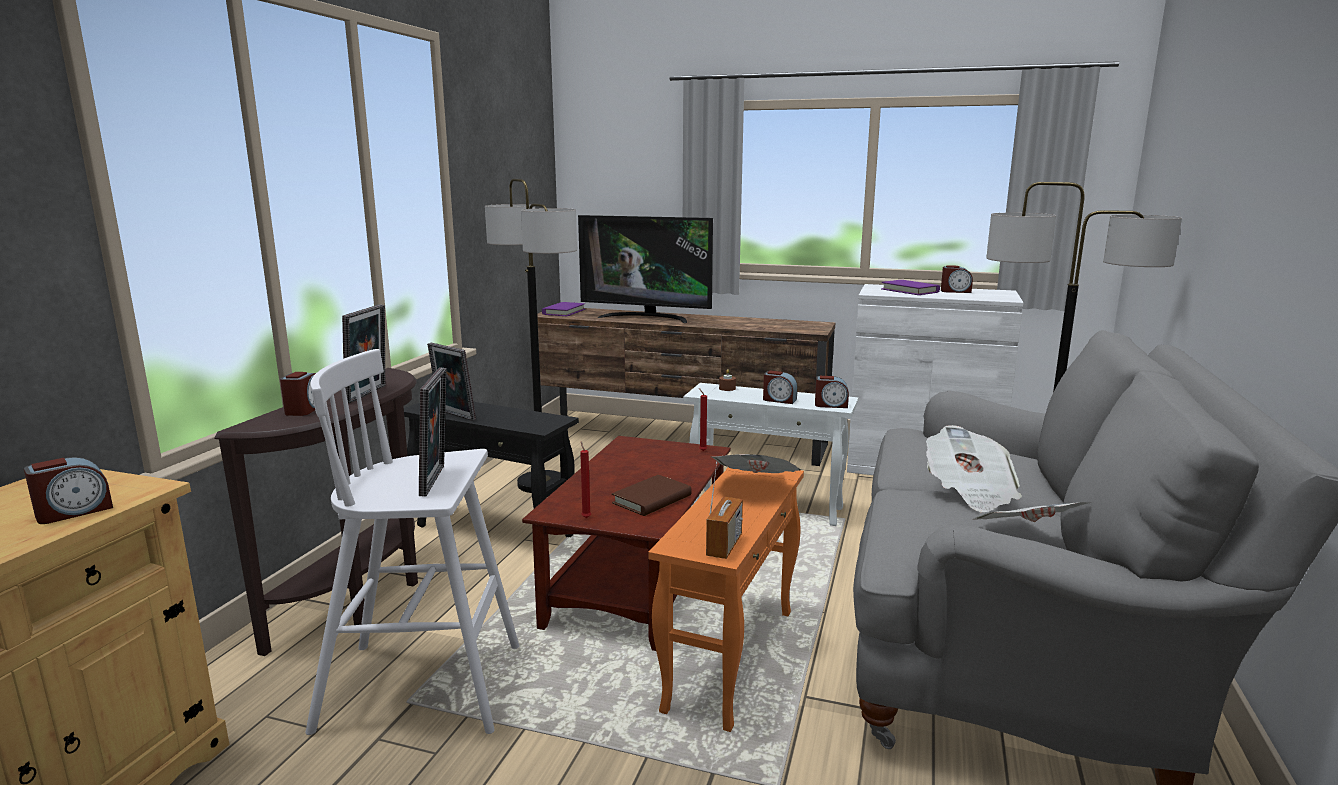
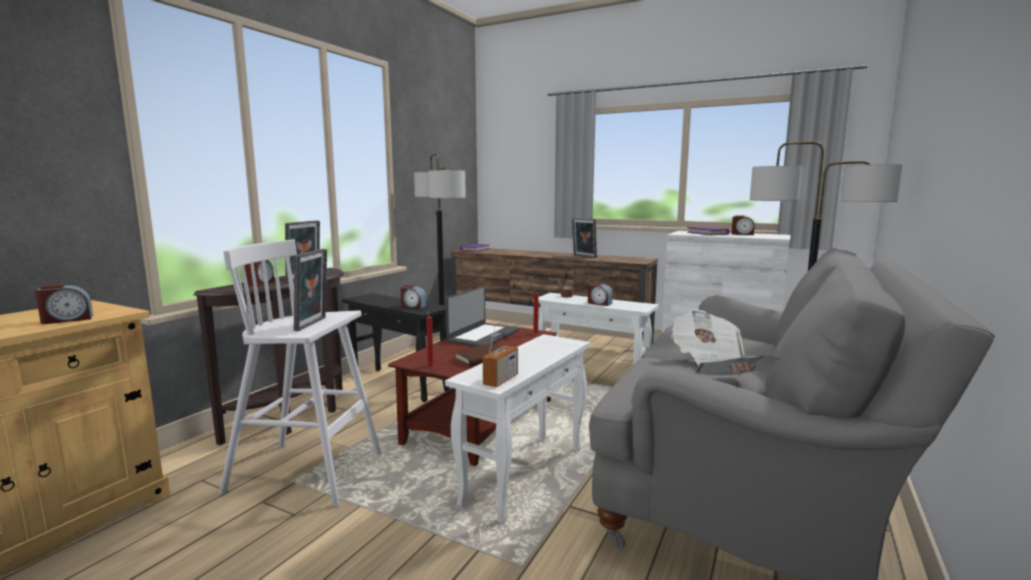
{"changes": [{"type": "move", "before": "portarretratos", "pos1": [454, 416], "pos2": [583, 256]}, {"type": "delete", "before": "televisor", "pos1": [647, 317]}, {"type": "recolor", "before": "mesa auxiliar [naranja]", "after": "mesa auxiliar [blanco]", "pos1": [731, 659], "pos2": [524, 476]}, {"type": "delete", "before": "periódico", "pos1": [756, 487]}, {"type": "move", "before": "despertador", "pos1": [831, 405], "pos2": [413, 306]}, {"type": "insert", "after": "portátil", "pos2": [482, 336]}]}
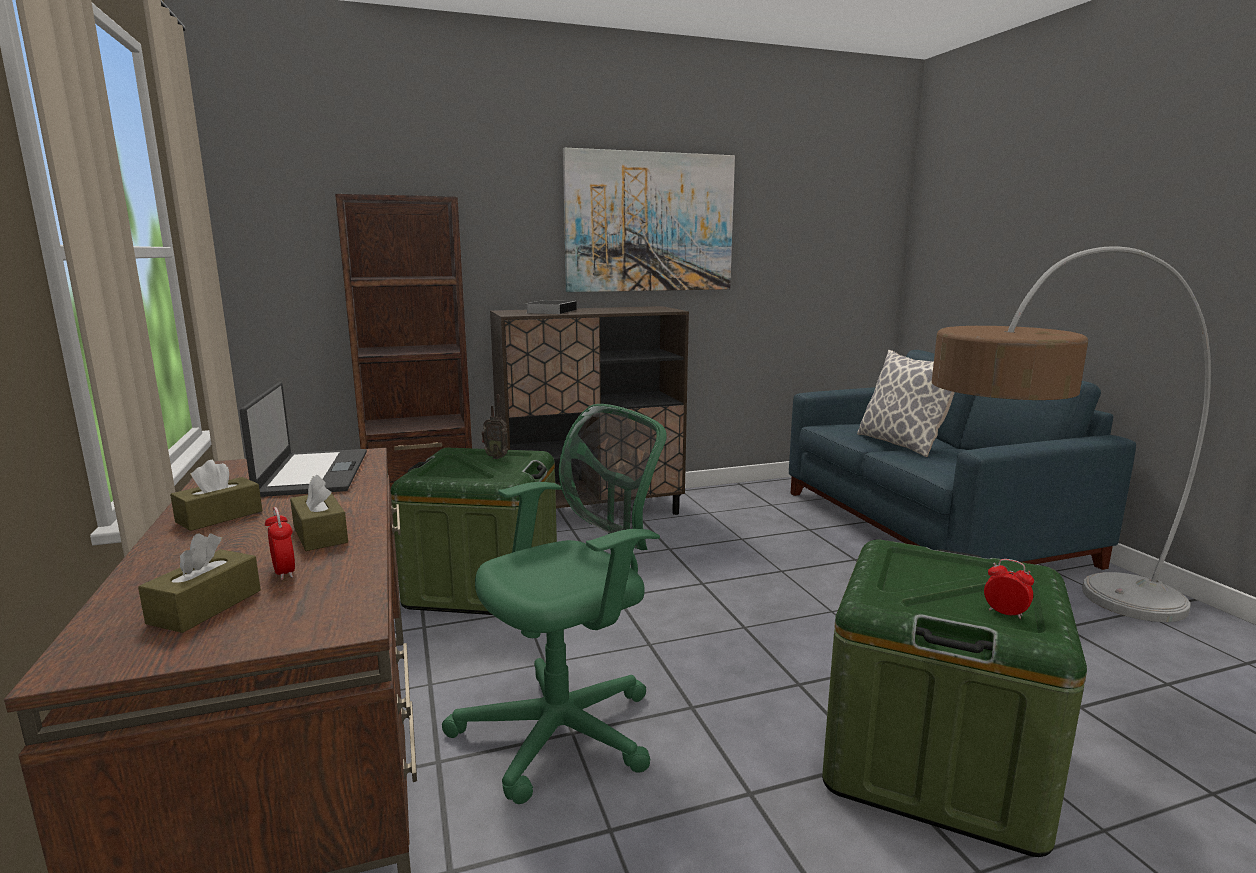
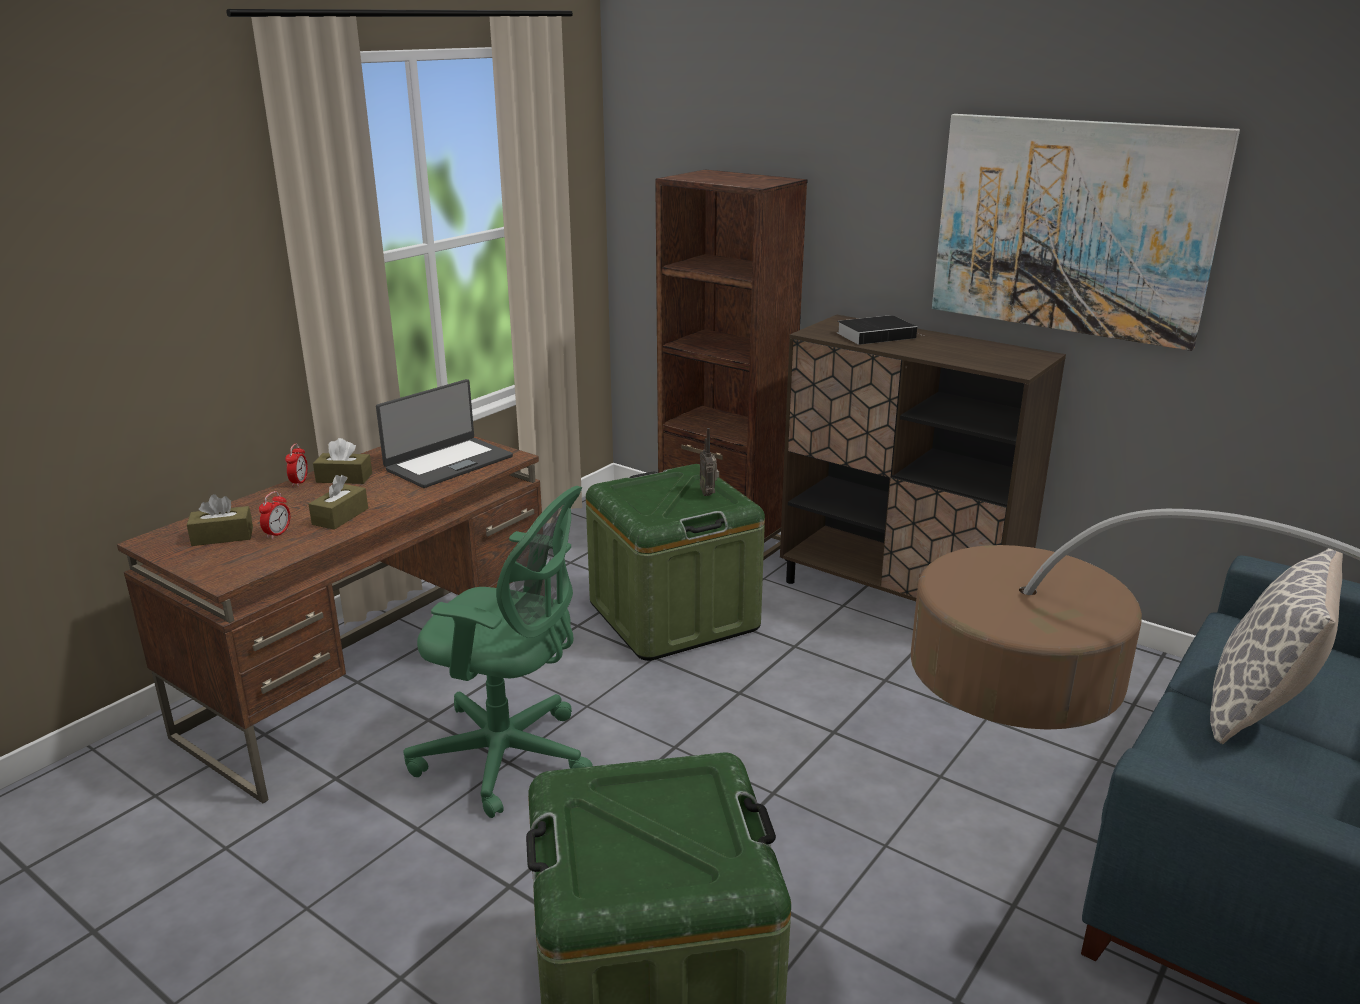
{"changes": [{"type": "move", "before": "despertador", "pos1": [1005, 613], "pos2": [299, 482]}]}
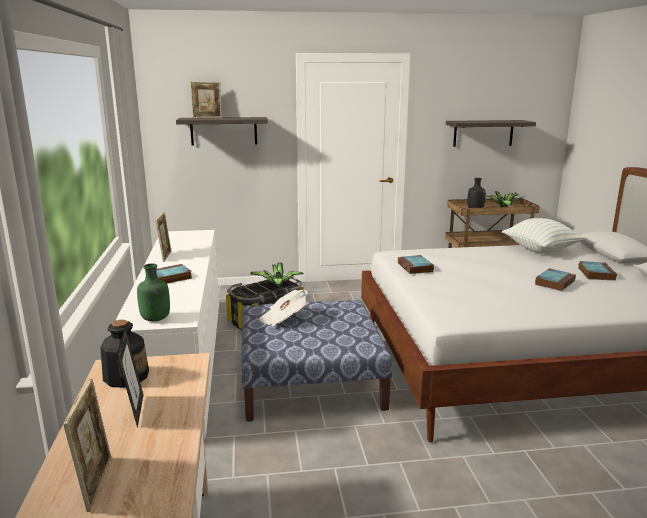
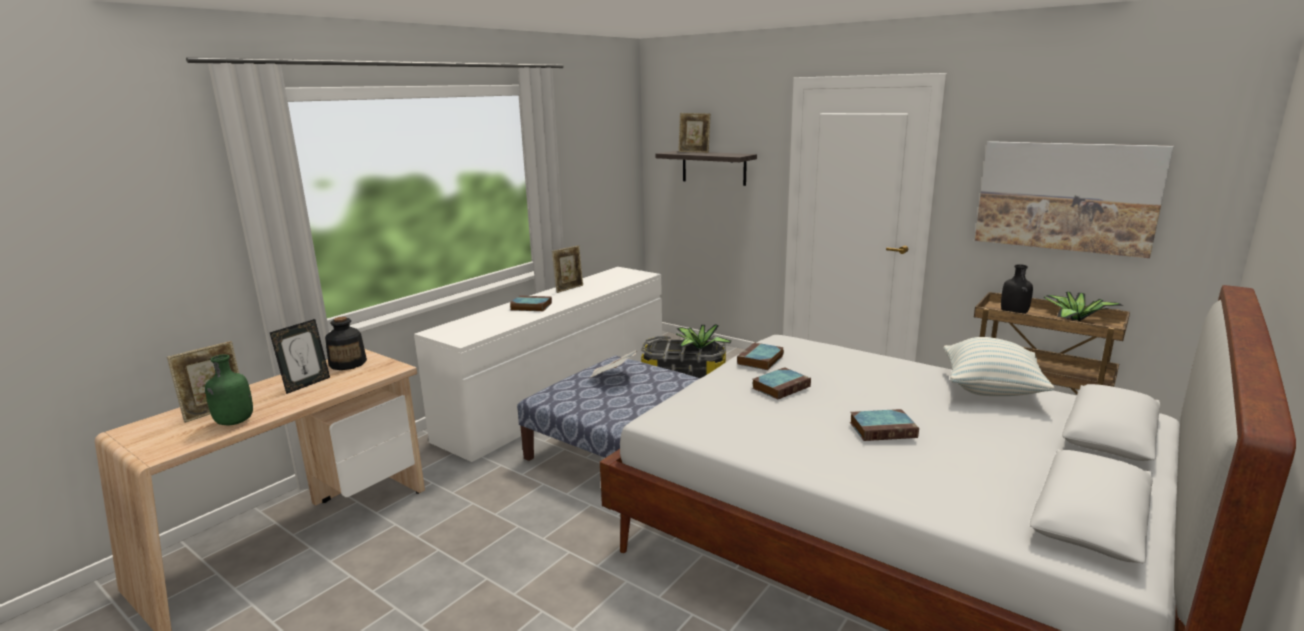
{"changes": [{"type": "move", "before": "botella [verde]", "pos1": [155, 319], "pos2": [234, 422]}, {"type": "replace", "before": "estante", "after": "cuadro", "pos1": [483, 133], "pos2": [1066, 196]}, {"type": "move", "before": "libro", "pos1": [595, 273], "pos2": [781, 387]}]}
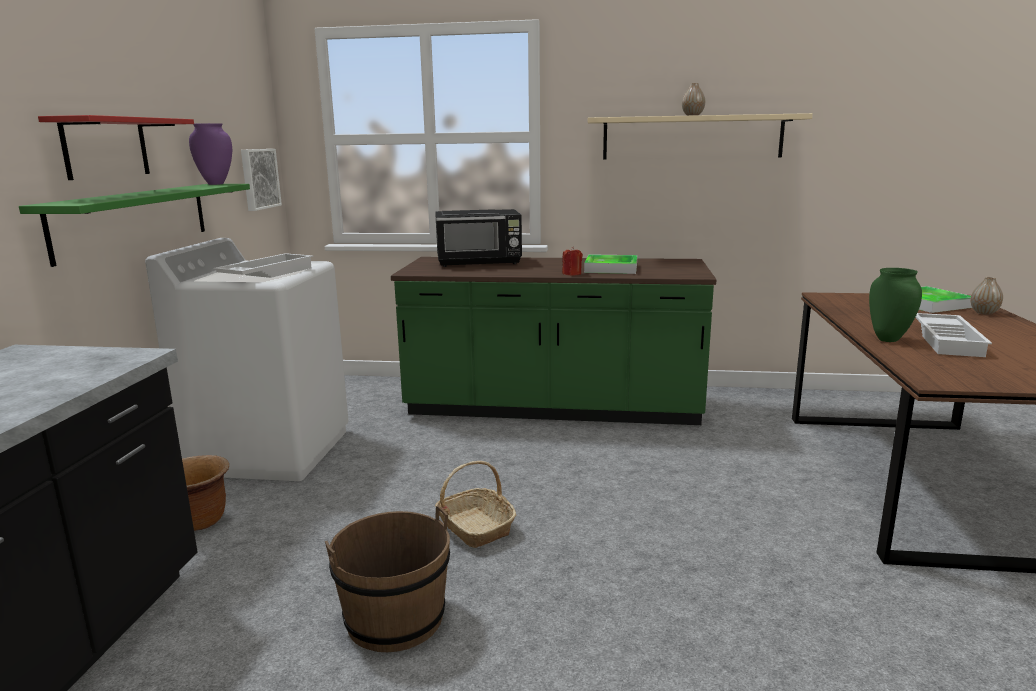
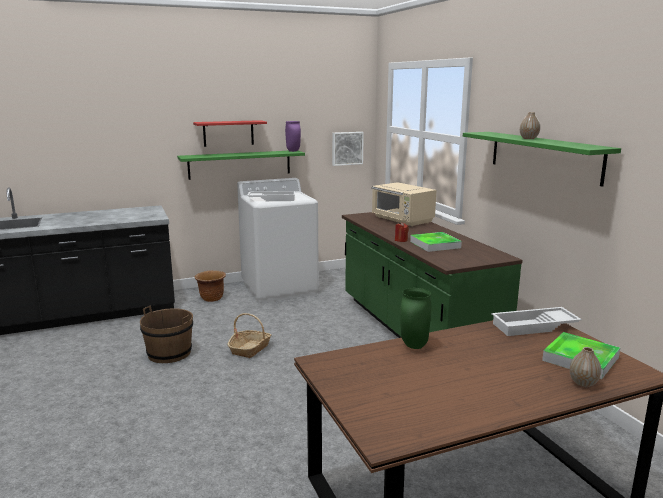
{"changes": [{"type": "recolor", "before": "microondas [negro]", "after": "microondas [beis]", "pos1": [479, 262], "pos2": [402, 220]}, {"type": "recolor", "before": "estante [beis]", "after": "estante [verde]", "pos1": [692, 137], "pos2": [543, 156]}, {"type": "move", "before": "bandeja [blanco]", "pos1": [949, 341], "pos2": [534, 327]}]}
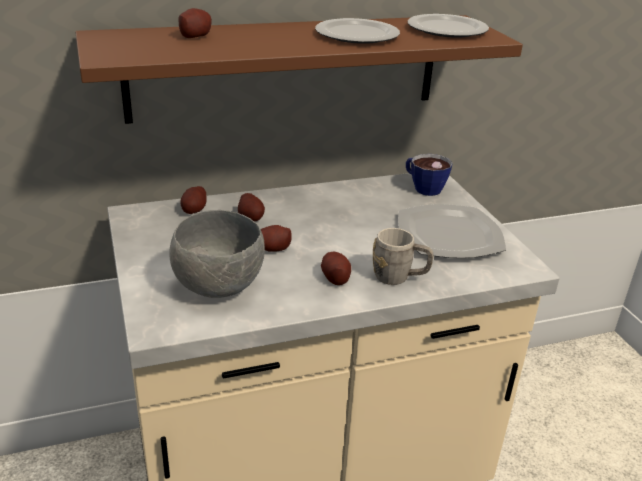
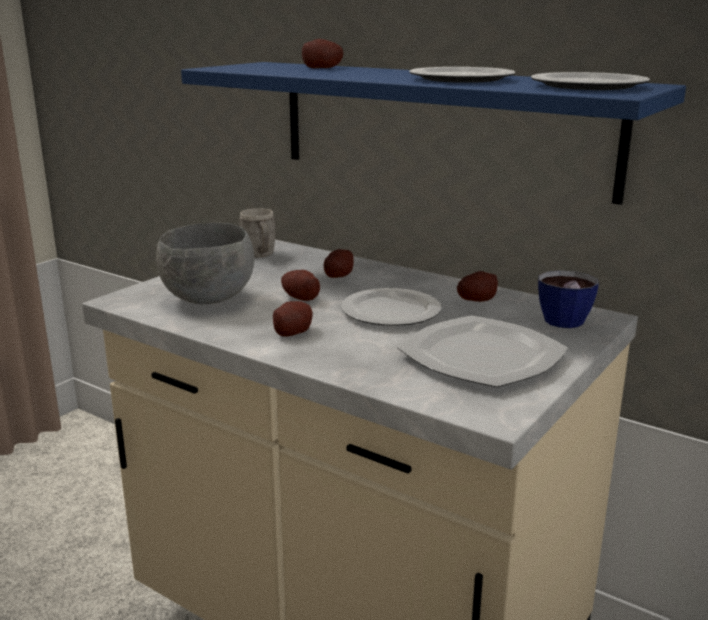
{"changes": [{"type": "recolor", "before": "estante [marrón]", "after": "estante [azul]", "pos1": [286, 67], "pos2": [439, 126]}, {"type": "move", "before": "patata", "pos1": [194, 210], "pos2": [476, 300]}, {"type": "move", "before": "taza grande [gris]", "pos1": [399, 277], "pos2": [260, 255]}, {"type": "insert", "after": "plato", "pos2": [392, 312]}]}
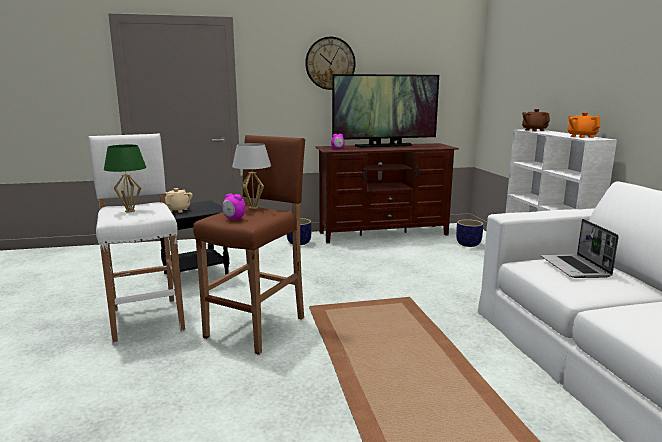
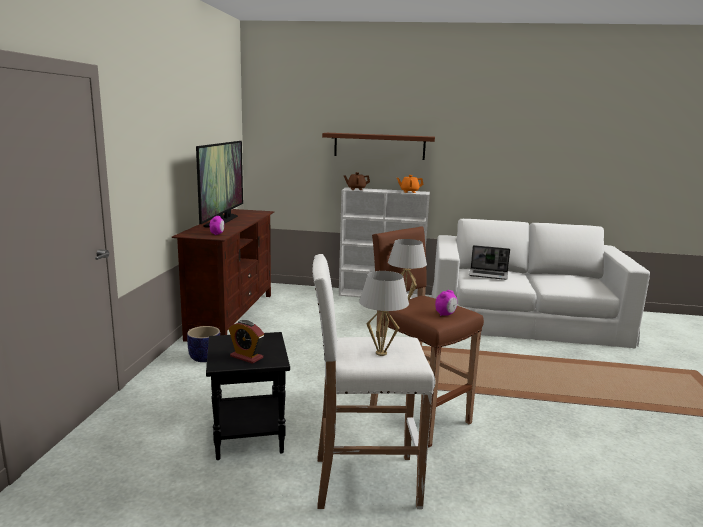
{"changes": [{"type": "recolor", "before": "lámpara de mesa [verde]", "after": "lámpara de mesa [blanco]", "pos1": [130, 211], "pos2": [381, 353]}, {"type": "replace", "before": "tetera [beis]", "after": "despertador", "pos1": [178, 210], "pos2": [246, 357]}, {"type": "delete", "before": "reloj de pared", "pos1": [330, 63]}, {"type": "delete", "before": "maceta", "pos1": [468, 244]}, {"type": "insert", "after": "estante [marrón]", "pos2": [379, 146]}]}
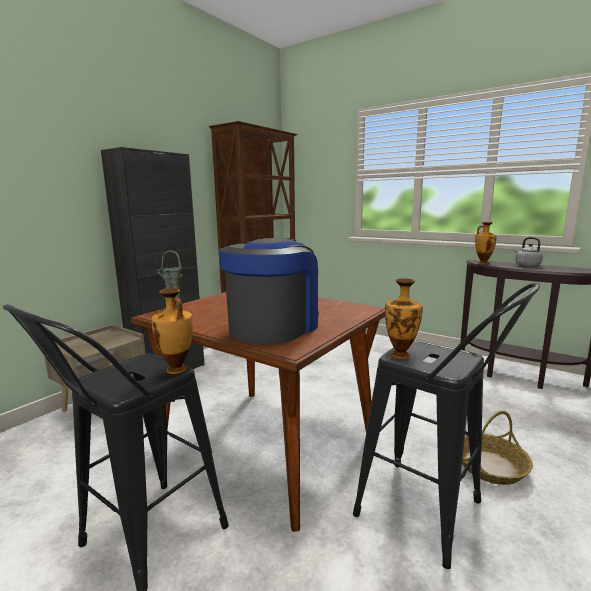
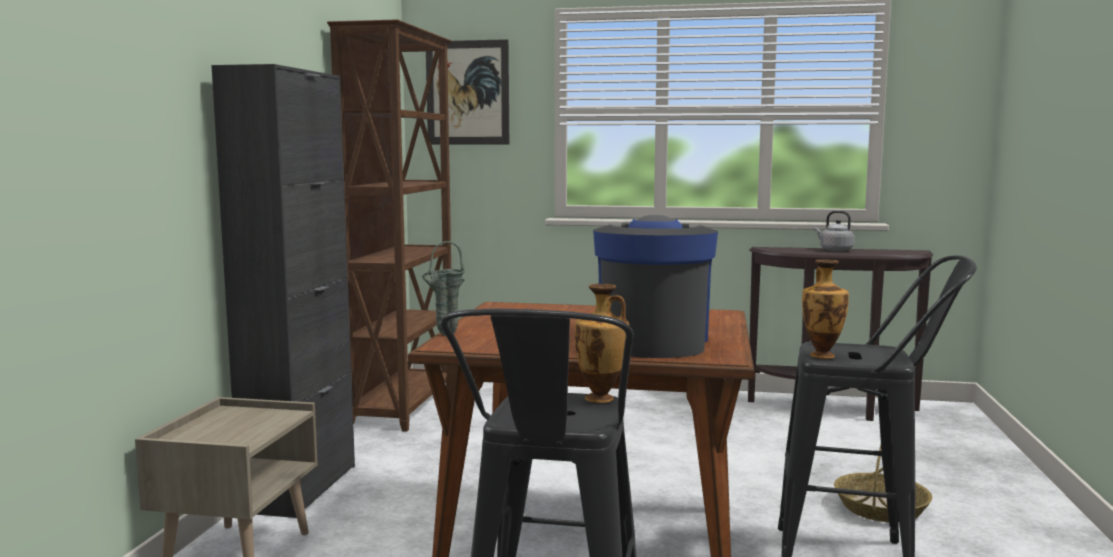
{"changes": [{"type": "delete", "before": "florero", "pos1": [483, 263]}, {"type": "insert", "after": "cuadro", "pos2": [467, 92]}]}
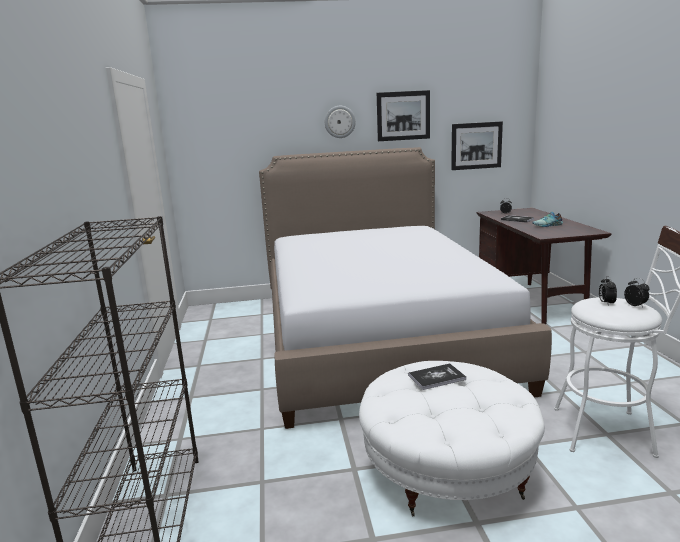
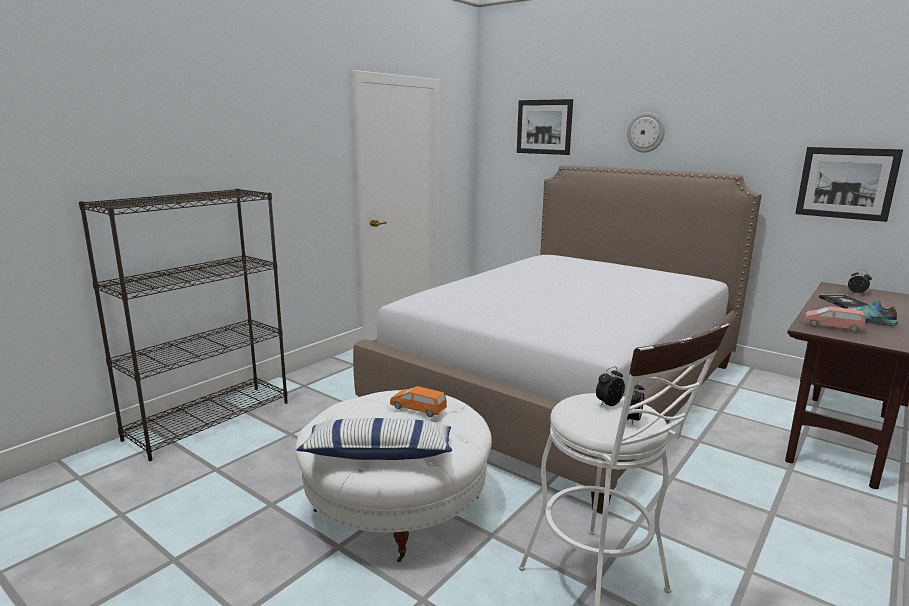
{"changes": [{"type": "move", "before": "cuadro", "pos1": [403, 116], "pos2": [544, 127]}, {"type": "replace", "before": "libro", "after": "coche de juguete [naranja]", "pos1": [436, 377], "pos2": [418, 409]}, {"type": "insert", "after": "cojín", "pos2": [379, 453]}, {"type": "insert", "after": "coche de juguete [rosa]", "pos2": [832, 327]}]}
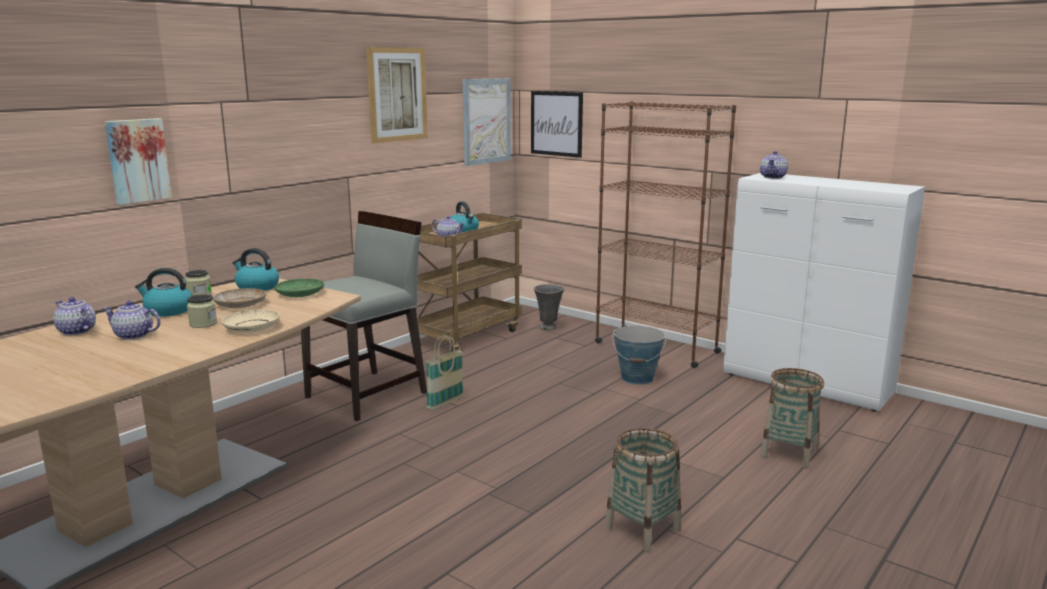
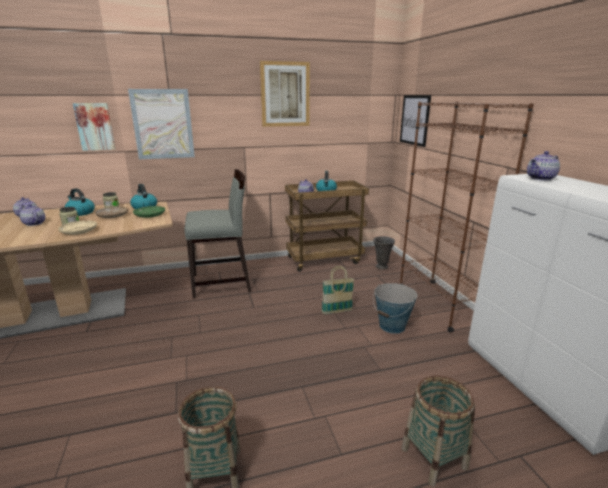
{"changes": [{"type": "move", "before": "cesta", "pos1": [445, 403], "pos2": [337, 311]}, {"type": "move", "before": "cuadro", "pos1": [486, 121], "pos2": [163, 124]}]}
